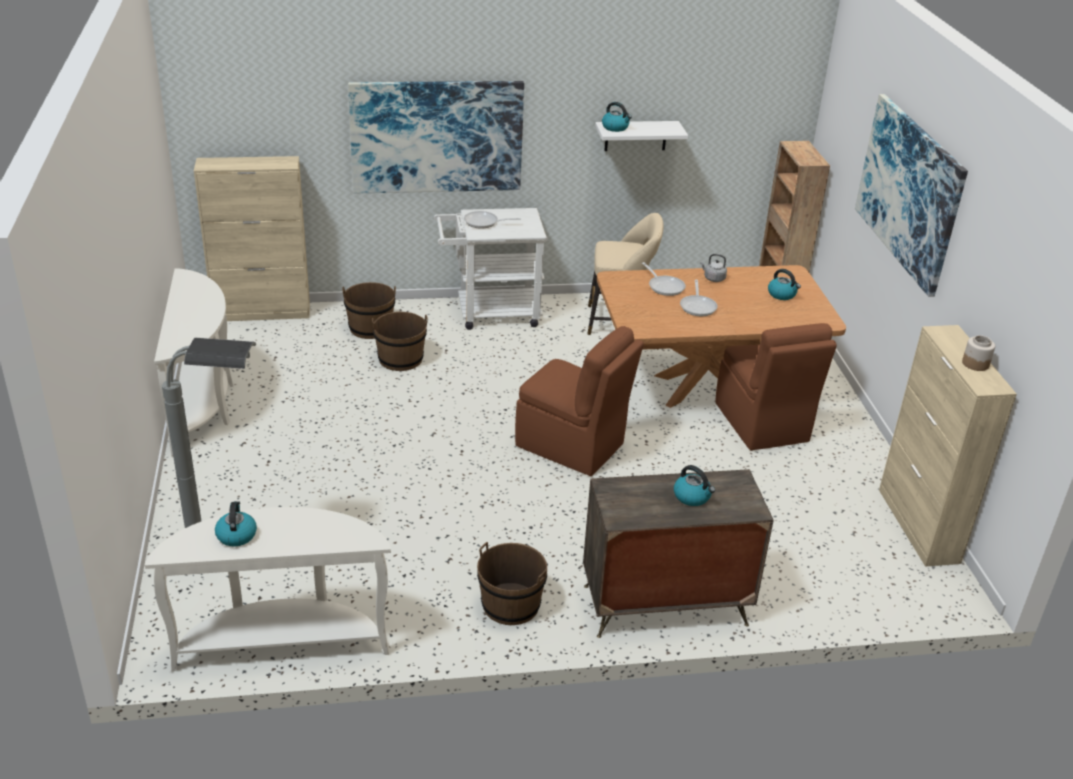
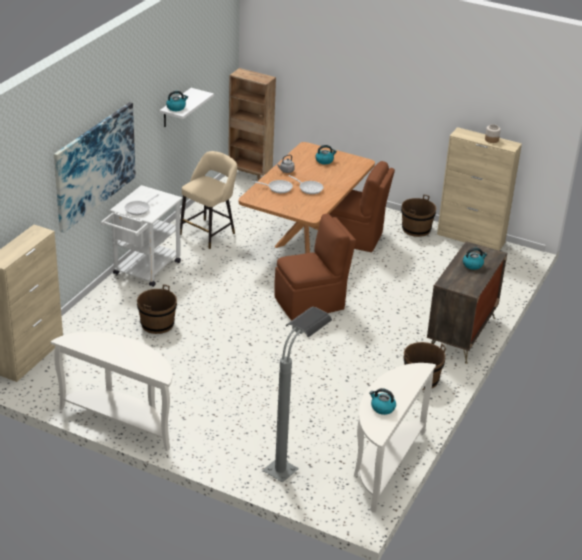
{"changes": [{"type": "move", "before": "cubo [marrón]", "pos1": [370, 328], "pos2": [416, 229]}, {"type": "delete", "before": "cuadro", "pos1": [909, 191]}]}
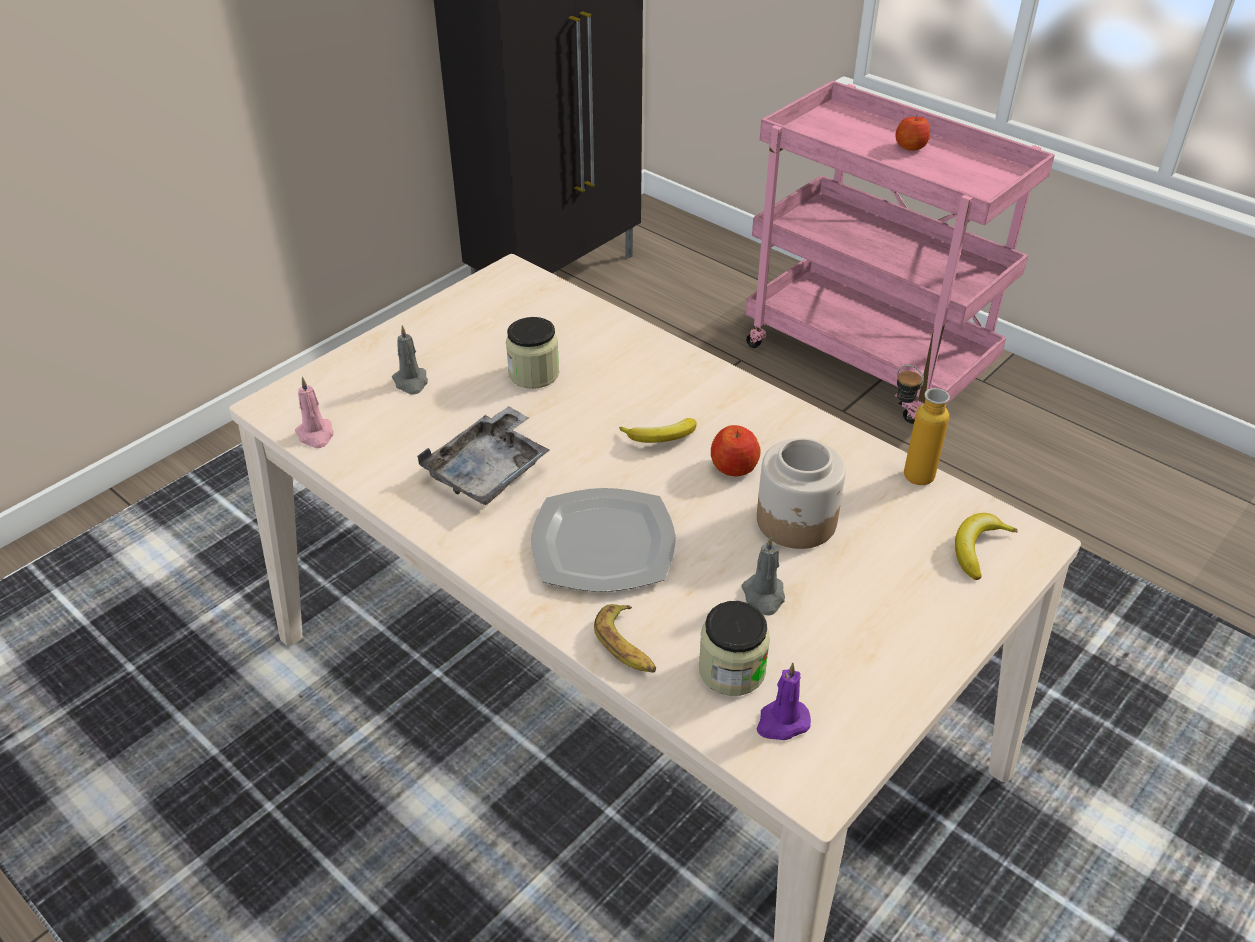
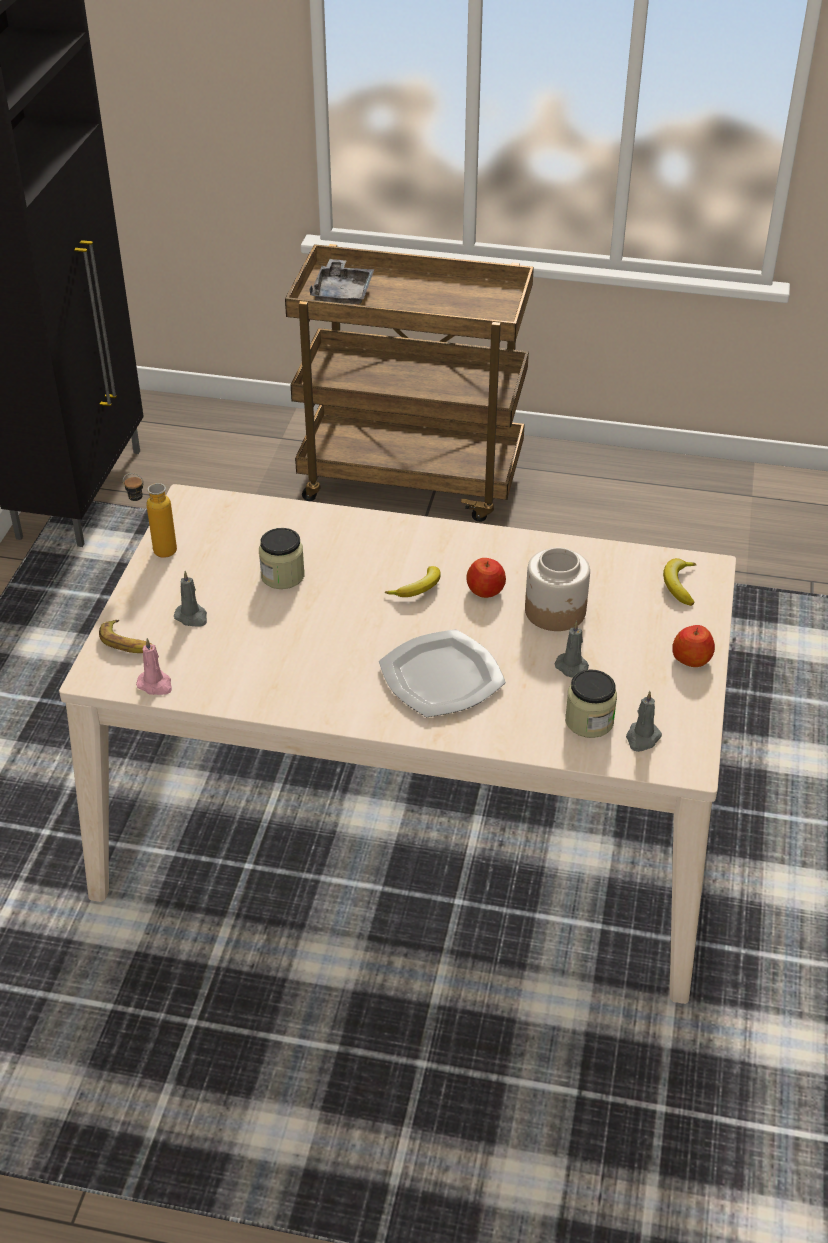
{"changes": [{"type": "move", "before": "bandeja [gris]", "pos1": [489, 471], "pos2": [342, 293]}, {"type": "move", "before": "plátano", "pos1": [627, 645], "pos2": [128, 643]}, {"type": "recolor", "before": "carrito [rosa]", "after": "carrito [marrón]", "pos1": [869, 360], "pos2": [413, 479]}, {"type": "recolor", "before": "vela [morado]", "after": "vela [gris]", "pos1": [782, 722], "pos2": [642, 738]}, {"type": "move", "before": "manzana", "pos1": [910, 146], "pos2": [691, 658]}, {"type": "move", "before": "botella", "pos1": [906, 471], "pos2": [155, 551]}]}
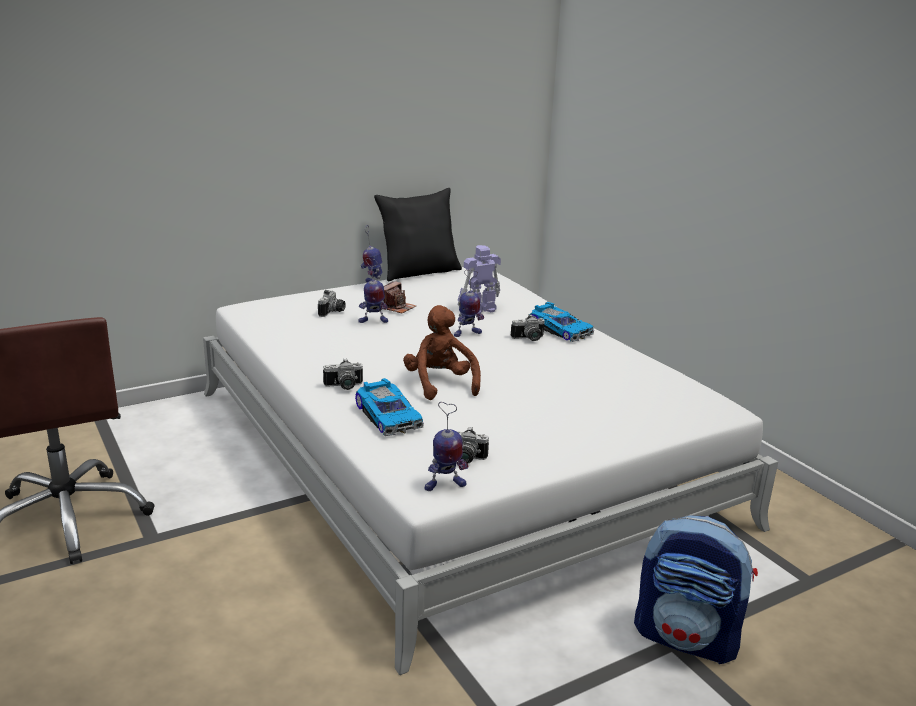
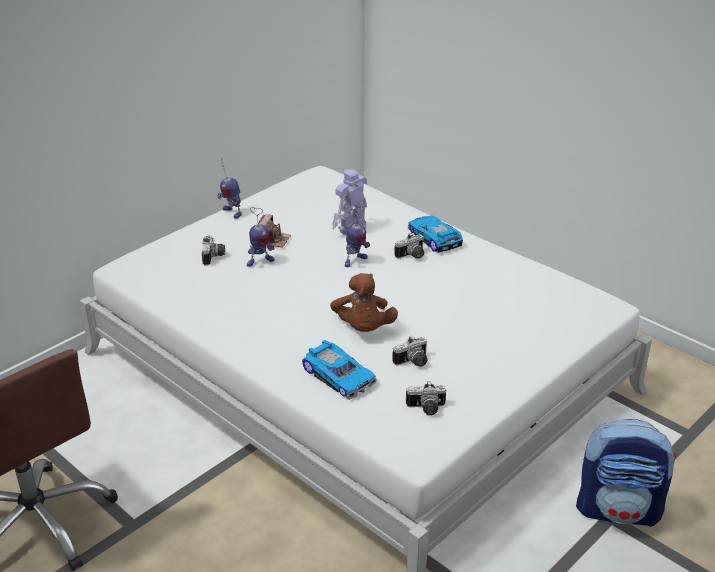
{"changes": [{"type": "move", "before": "cámara", "pos1": [344, 387], "pos2": [413, 362]}, {"type": "delete", "before": "cojín [negro]", "pos1": [419, 272]}, {"type": "rotate", "before": "peluche [marrón]", "pos1": [440, 384], "pos2": [363, 328], "turn": -150}, {"type": "delete", "before": "robot de juguete", "pos1": [444, 485]}, {"type": "rotate", "before": "coche de juguete", "pos1": [561, 329], "pos2": [433, 238], "turn": -150}]}
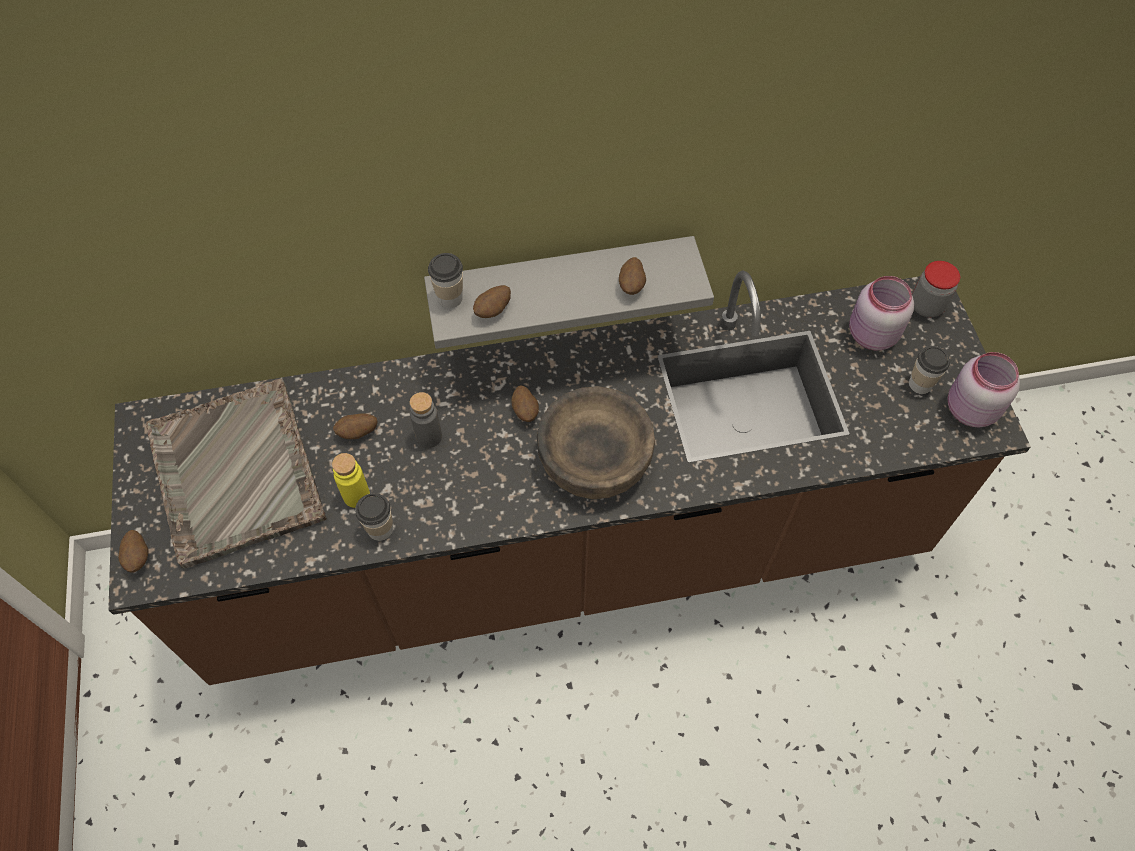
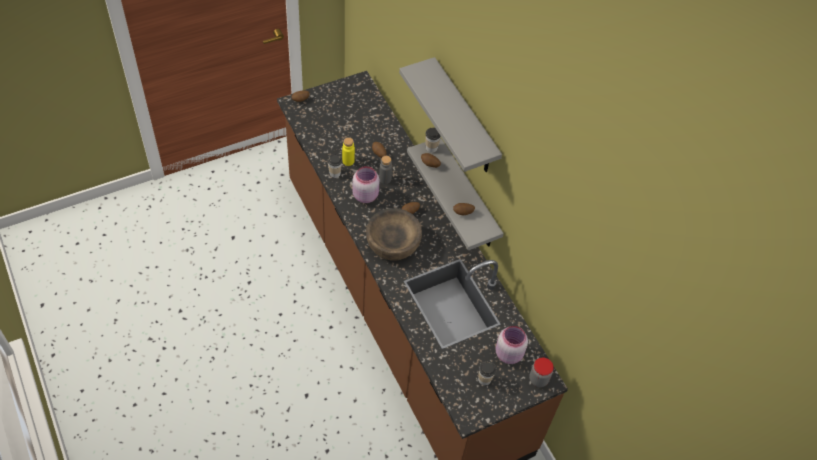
{"changes": [{"type": "delete", "before": "bandeja [gris]", "pos1": [236, 474]}, {"type": "move", "before": "tarro [rosa]", "pos1": [968, 409], "pos2": [365, 195]}, {"type": "insert", "after": "estante [gris]", "pos2": [464, 119]}]}
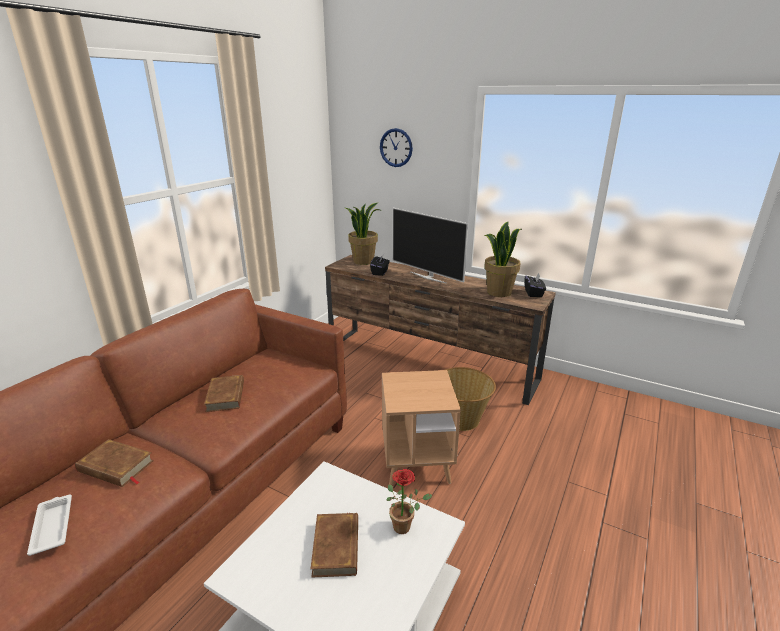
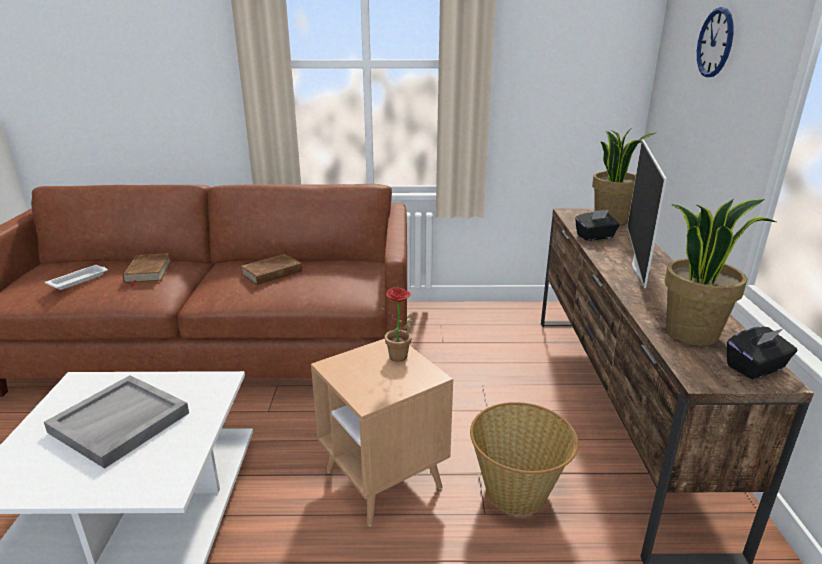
{"changes": [{"type": "replace", "before": "libro [marrón]", "after": "bandeja [gris]", "pos1": [336, 547], "pos2": [119, 423]}, {"type": "move", "before": "planta en maceta", "pos1": [405, 526], "pos2": [401, 358]}]}
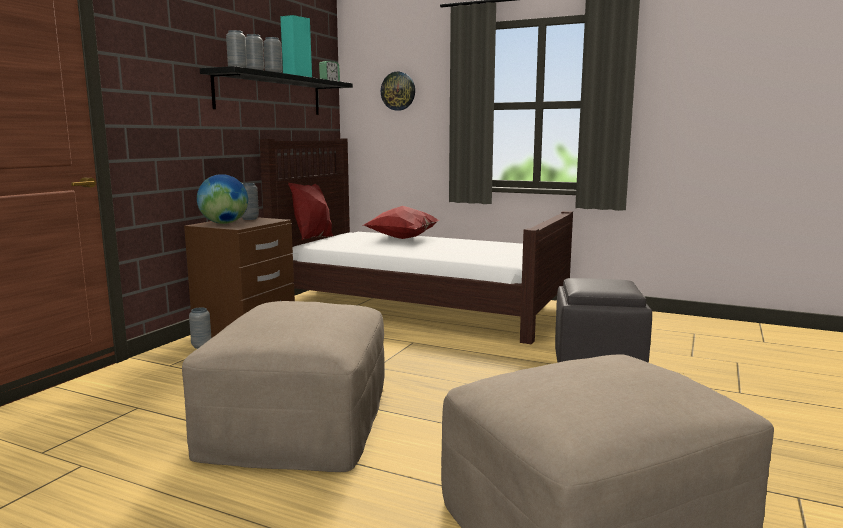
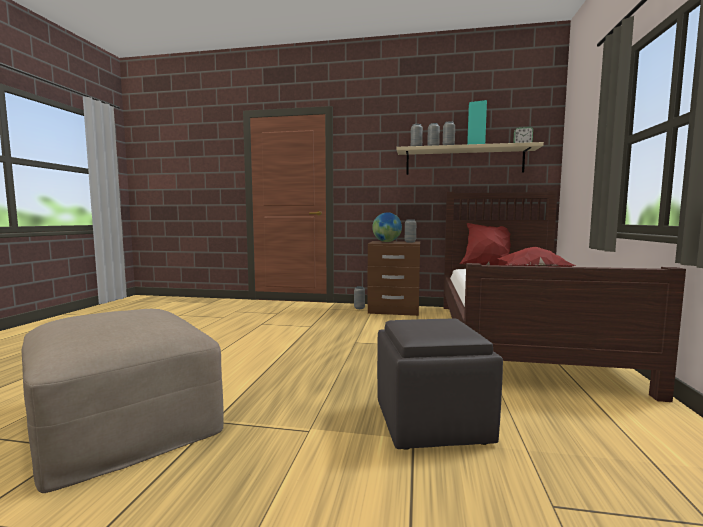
{"changes": [{"type": "delete", "before": "puf [beis]", "pos1": [298, 420]}, {"type": "recolor", "before": "estante [negro]", "after": "estante [beis]", "pos1": [270, 94], "pos2": [464, 161]}, {"type": "delete", "before": "reloj de pared", "pos1": [398, 91]}]}
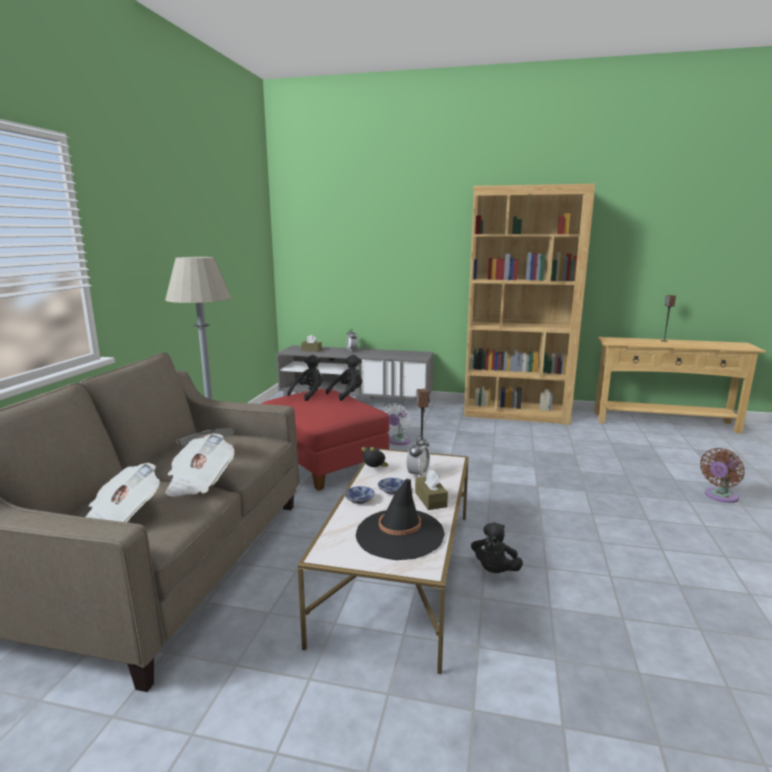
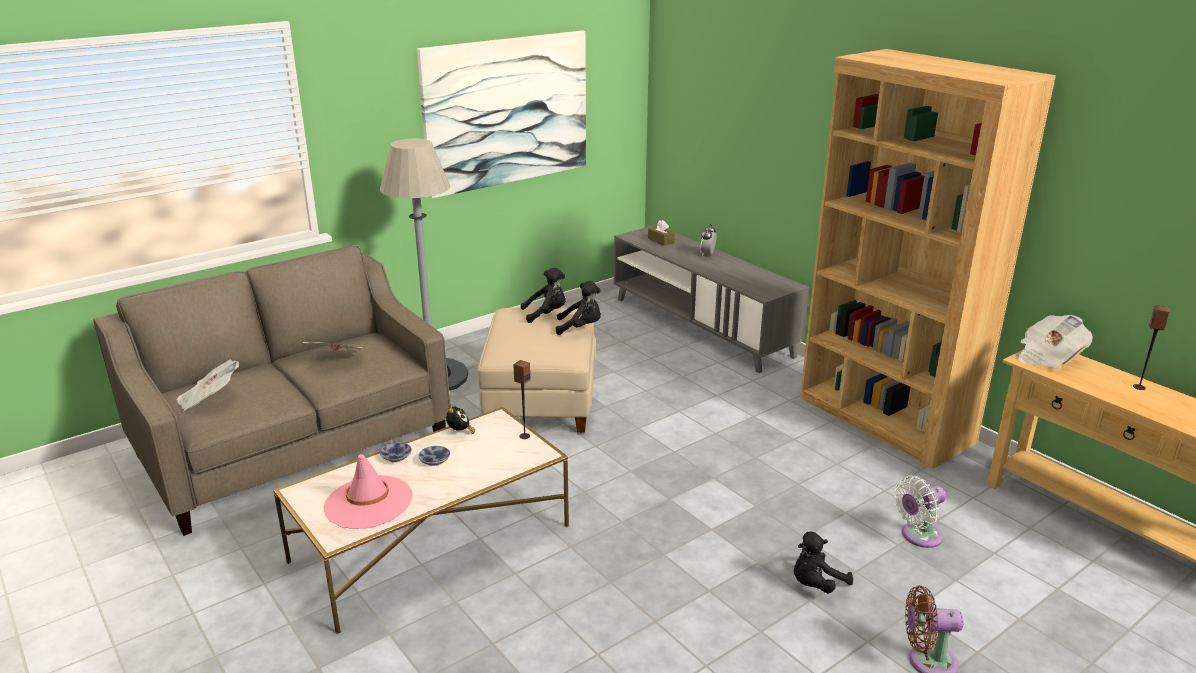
{"changes": [{"type": "move", "before": "periódico", "pos1": [199, 482], "pos2": [1048, 357]}, {"type": "recolor", "before": "puf [rojo]", "after": "puf [beis]", "pos1": [325, 462], "pos2": [542, 401]}, {"type": "recolor", "before": "sombrero [negro]", "after": "sombrero [rosa]", "pos1": [399, 534], "pos2": [368, 502]}, {"type": "move", "before": "ventilador [blanco]", "pos1": [398, 441], "pos2": [918, 536]}, {"type": "delete", "before": "despertador", "pos1": [418, 474]}, {"type": "delete", "before": "caja de pañuelos [marrón]", "pos1": [430, 499]}, {"type": "move", "before": "peluche [negro]", "pos1": [494, 571], "pos2": [815, 584]}, {"type": "insert", "after": "cuadro", "pos2": [507, 112]}]}
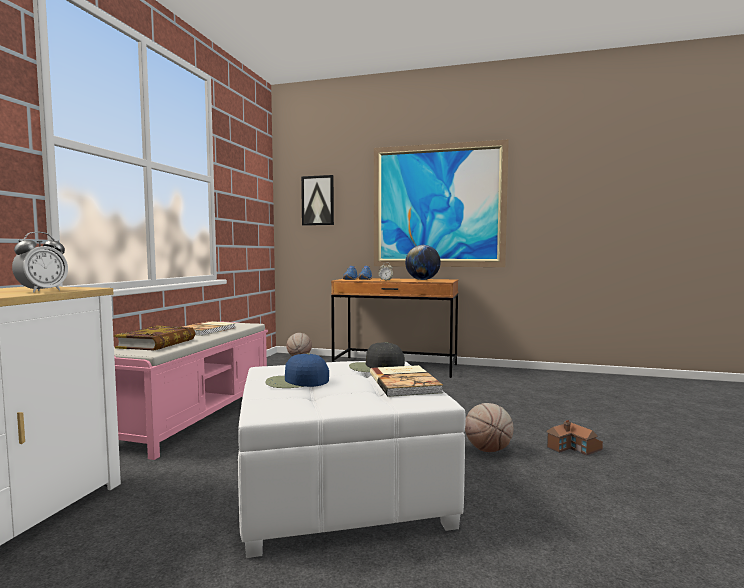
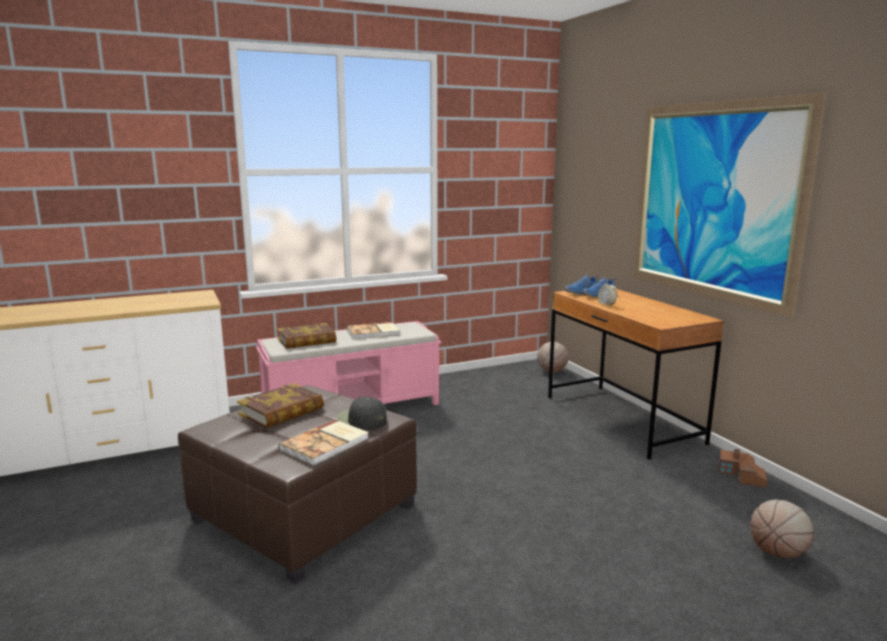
{"changes": [{"type": "delete", "before": "despertador", "pos1": [42, 291]}, {"type": "recolor", "before": "puf [blanco]", "after": "puf [marrón]", "pos1": [342, 489], "pos2": [304, 513]}, {"type": "replace", "before": "gorra [azul]", "after": "libro", "pos1": [296, 382], "pos2": [282, 411]}, {"type": "delete", "before": "cuadro", "pos1": [318, 200]}, {"type": "delete", "before": "globo terráqueo", "pos1": [422, 280]}, {"type": "move", "before": "balón de baloncesto", "pos1": [488, 450], "pos2": [777, 553]}, {"type": "move", "before": "casita", "pos1": [574, 448], "pos2": [742, 477]}]}
